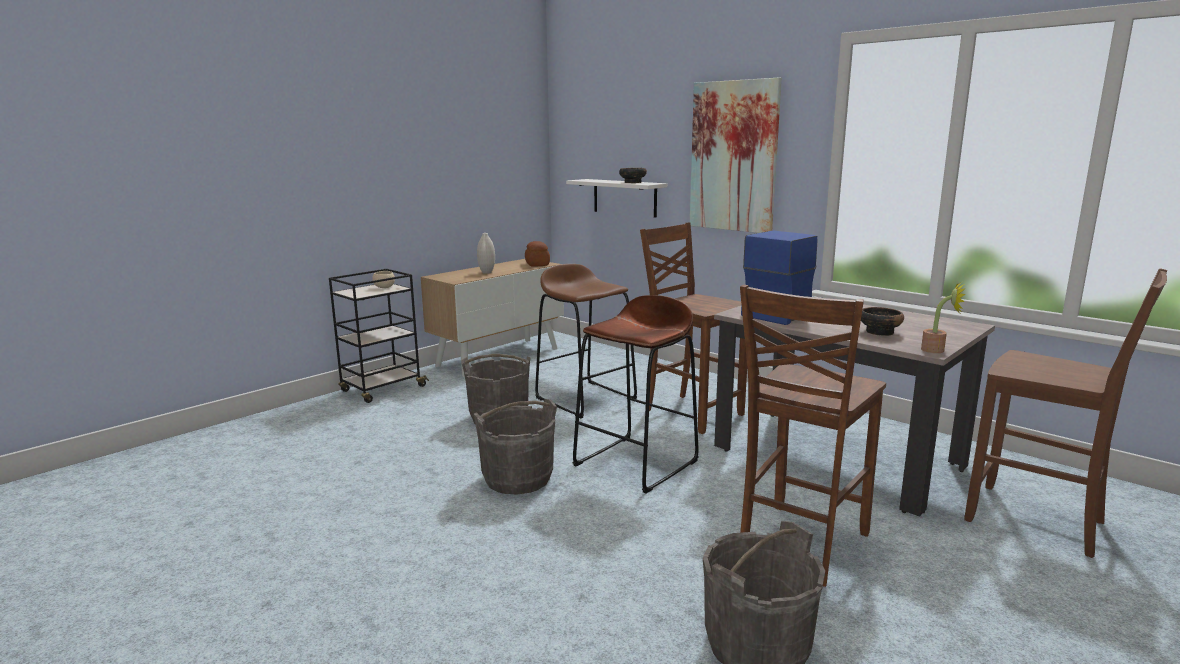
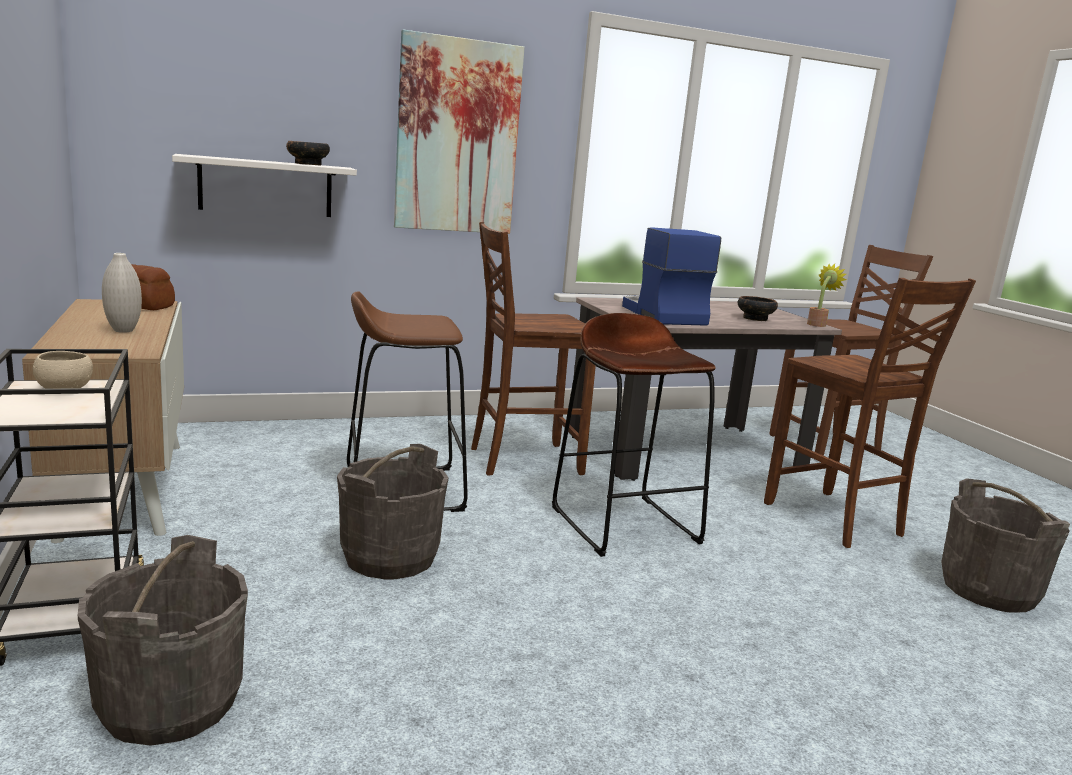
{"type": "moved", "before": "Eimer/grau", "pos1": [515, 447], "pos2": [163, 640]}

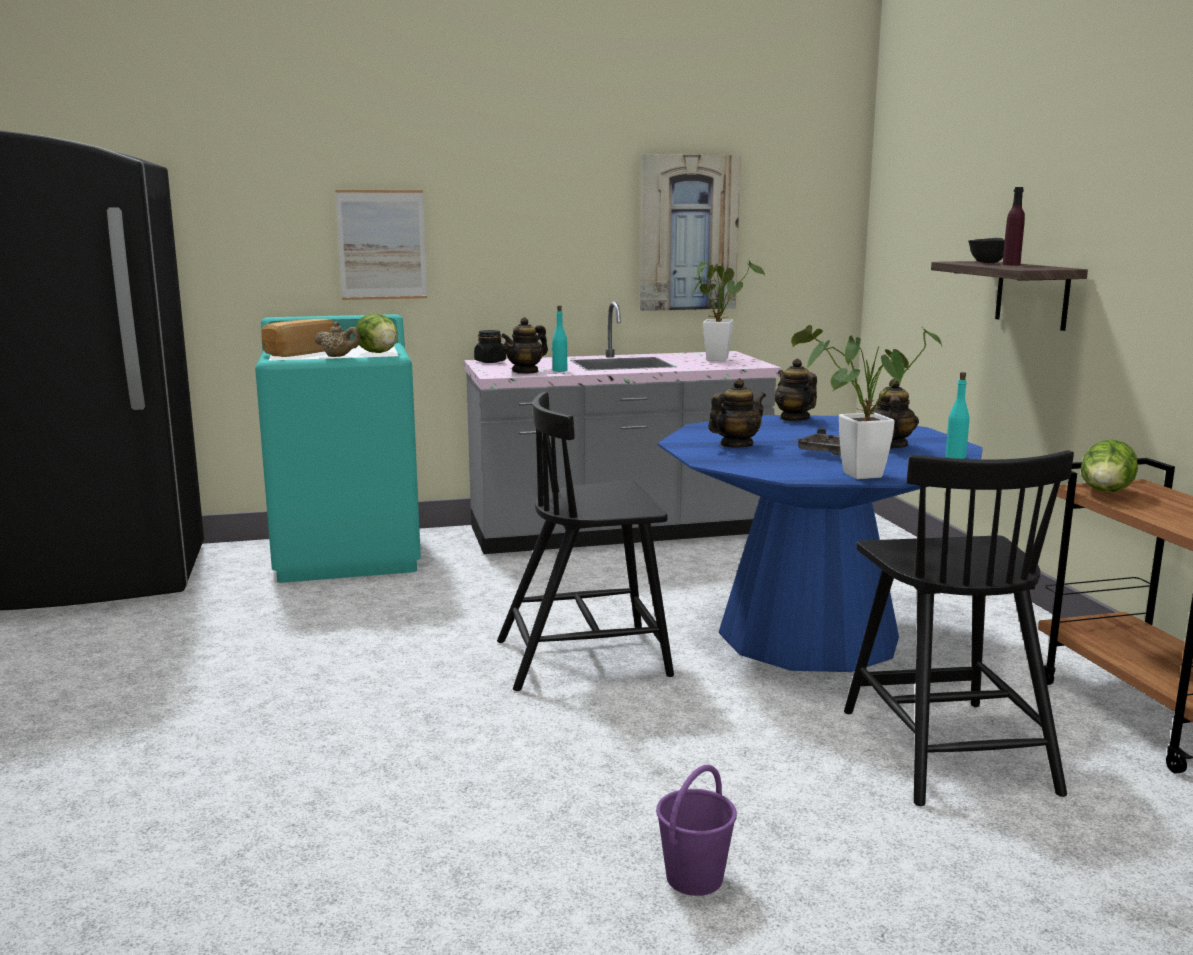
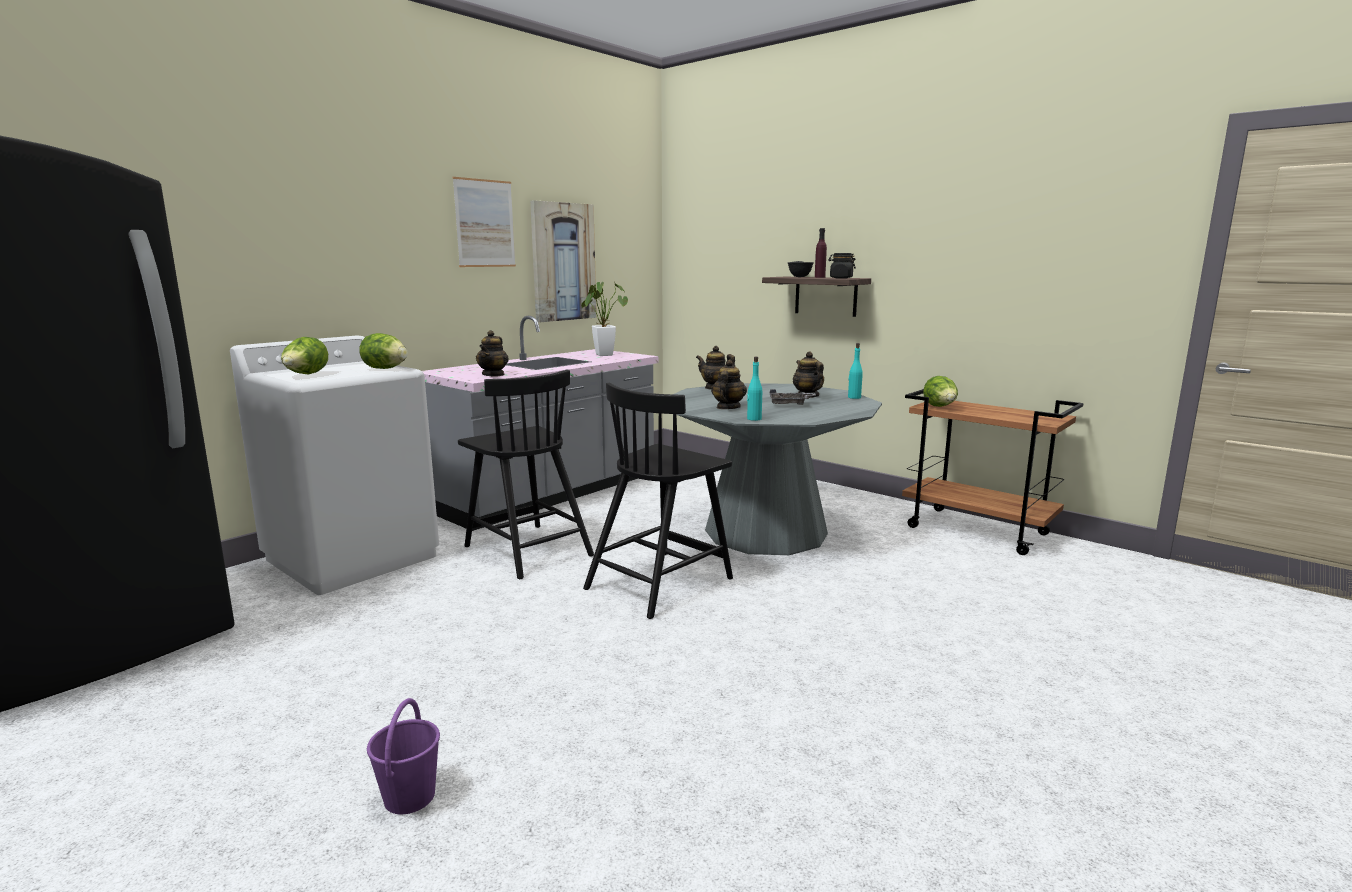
{"type": "recoloured", "before": "Waschmaschine/türkis", "after": "Waschmaschine/weiß", "pos1": [338, 448], "pos2": [334, 465]}
{"type": "replaced", "before": "Brot", "after": "Salatkopf", "pos1": [298, 338], "pos2": [304, 355]}
{"type": "moved", "before": "Eimer/lila", "pos1": [696, 830], "pos2": [403, 756]}
{"type": "moved", "before": "Bild", "pos1": [381, 245], "pos2": [484, 222]}
{"type": "moved", "before": "Stuhl/schwarz", "pos1": [959, 628], "pos2": [526, 474]}
{"type": "recoloured", "before": "Esstisch/blau", "after": "Esstisch/grau", "pos1": [820, 543], "pos2": [778, 469]}
{"type": "moved", "before": "Flasche/türkis", "pos1": [559, 338], "pos2": [754, 389]}
{"type": "moved", "before": "Vorratsglas/schwarz", "pos1": [490, 346], "pos2": [842, 265]}
{"type": "removed", "before": "Teekanne/beige", "pos1": [337, 339]}
{"type": "removed", "before": "Topfpflanze", "pos1": [867, 402]}

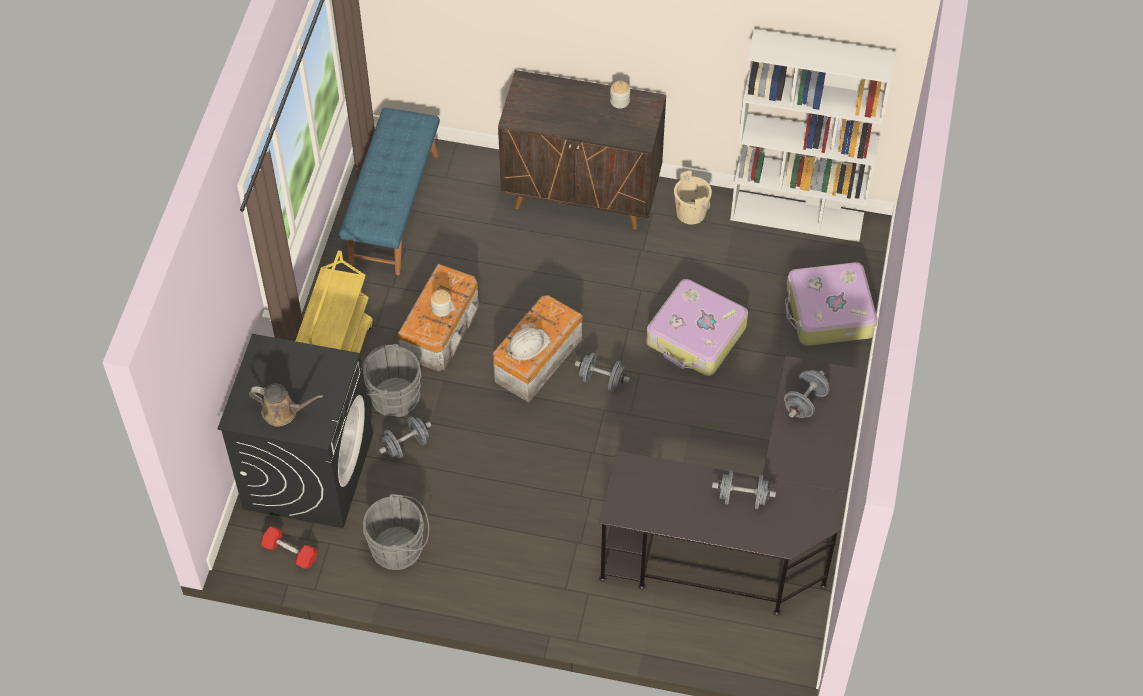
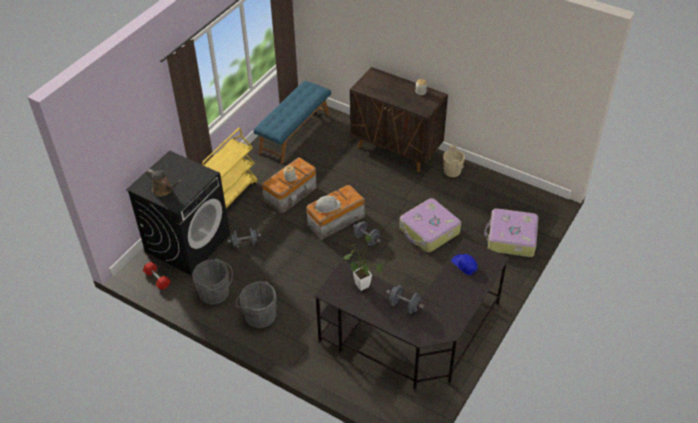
{"type": "moved", "before": "Eimer/grau", "pos1": [392, 381], "pos2": [256, 304]}
{"type": "added", "after": "Topfpflanze", "pos2": [363, 263]}
{"type": "replaced", "before": "Hantel/grau", "after": "Kappe/blau", "pos1": [807, 394], "pos2": [464, 264]}
{"type": "removed", "before": "Bücherregal/weiß", "pos1": [813, 135]}

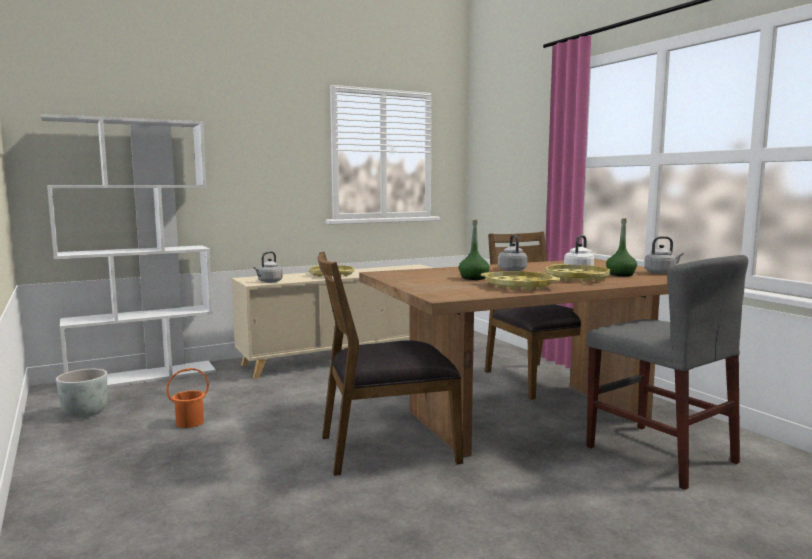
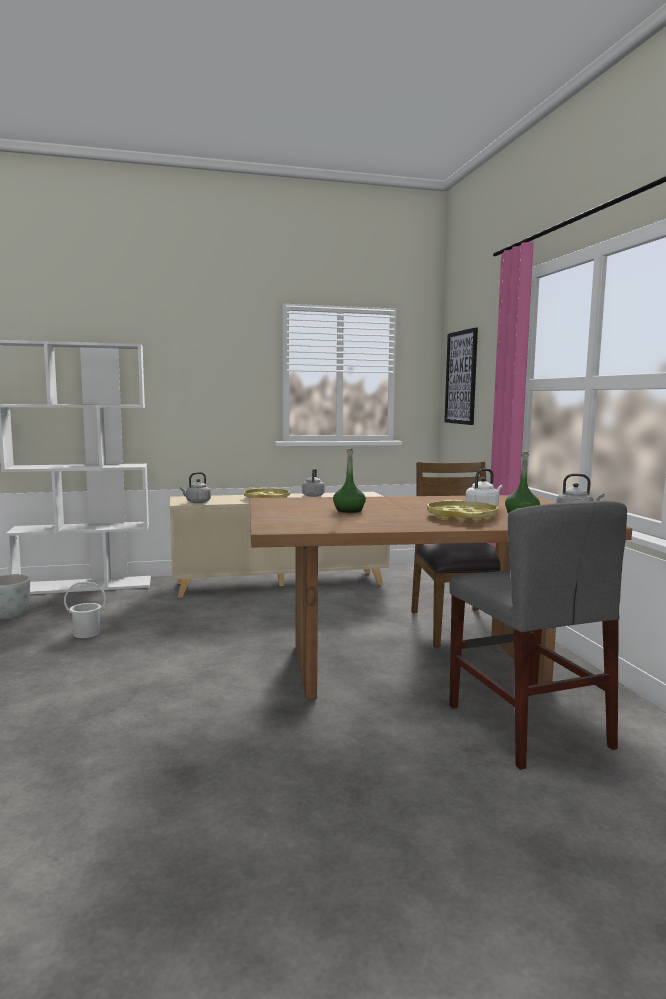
{"type": "recoloured", "before": "Eimer/orange", "after": "Eimer/weiß", "pos1": [188, 398], "pos2": [85, 609]}
{"type": "moved", "before": "Wasserkessel/grau", "pos1": [512, 253], "pos2": [313, 482]}
{"type": "added", "after": "Bild", "pos2": [461, 376]}
{"type": "removed", "before": "Stuhl/braun", "pos1": [390, 364]}
{"type": "removed", "before": "Tablett/gelb", "pos1": [521, 281]}

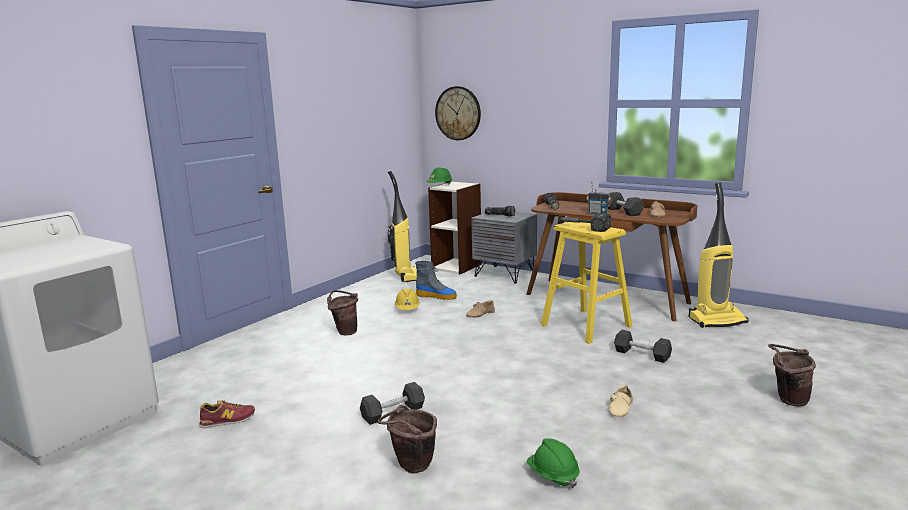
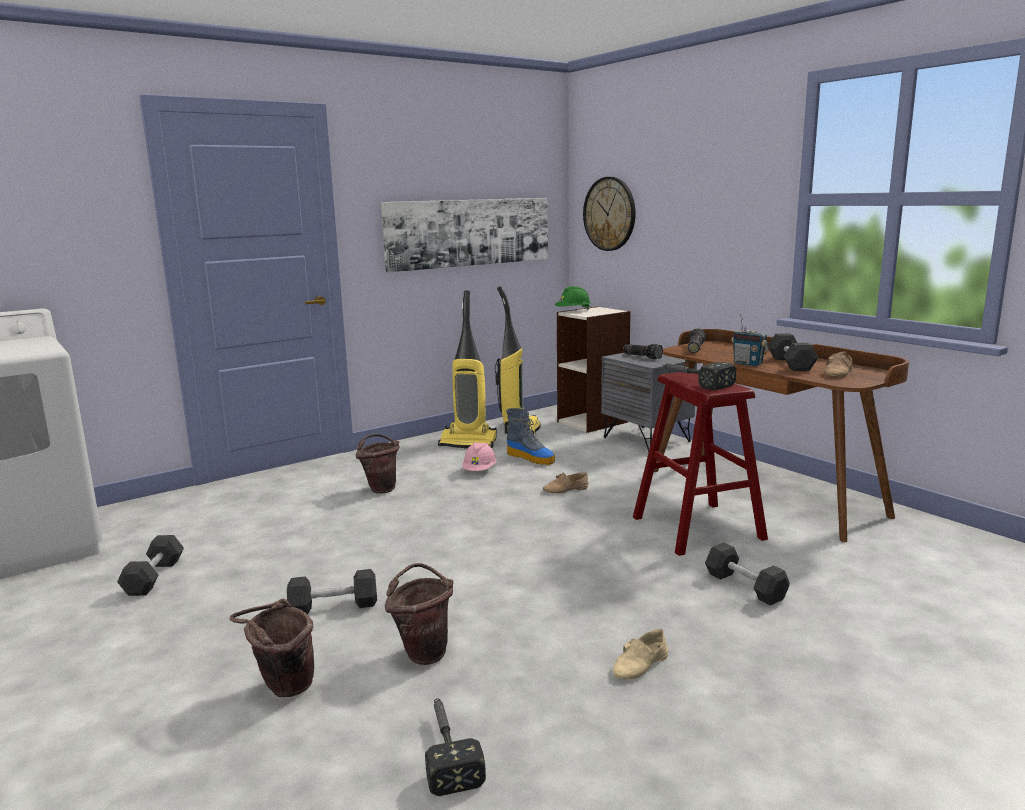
{"type": "replaced", "before": "Schuh", "after": "Hantel/schwarz", "pos1": [227, 414], "pos2": [150, 565]}
{"type": "added", "after": "Bild", "pos2": [464, 235]}
{"type": "moved", "before": "Eimer/braun", "pos1": [792, 375], "pos2": [419, 614]}
{"type": "replaced", "before": "Schutzhelm/grün", "after": "Hammer", "pos1": [553, 463], "pos2": [455, 747]}
{"type": "moved", "before": "Staubsauger", "pos1": [719, 255], "pos2": [467, 369]}
{"type": "recoloured", "before": "Schutzhelm/gelb", "after": "Schutzhelm/rosa", "pos1": [407, 299], "pos2": [479, 456]}
{"type": "recoloured", "before": "Hocker/gelb", "after": "Hocker/rot", "pos1": [586, 283], "pos2": [700, 464]}

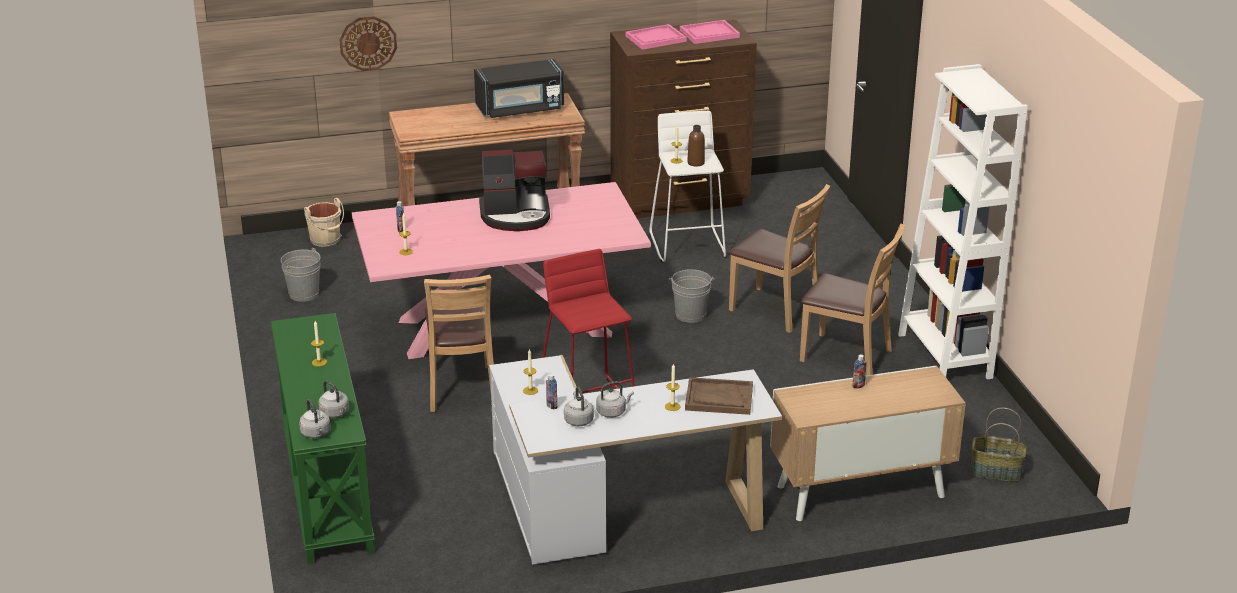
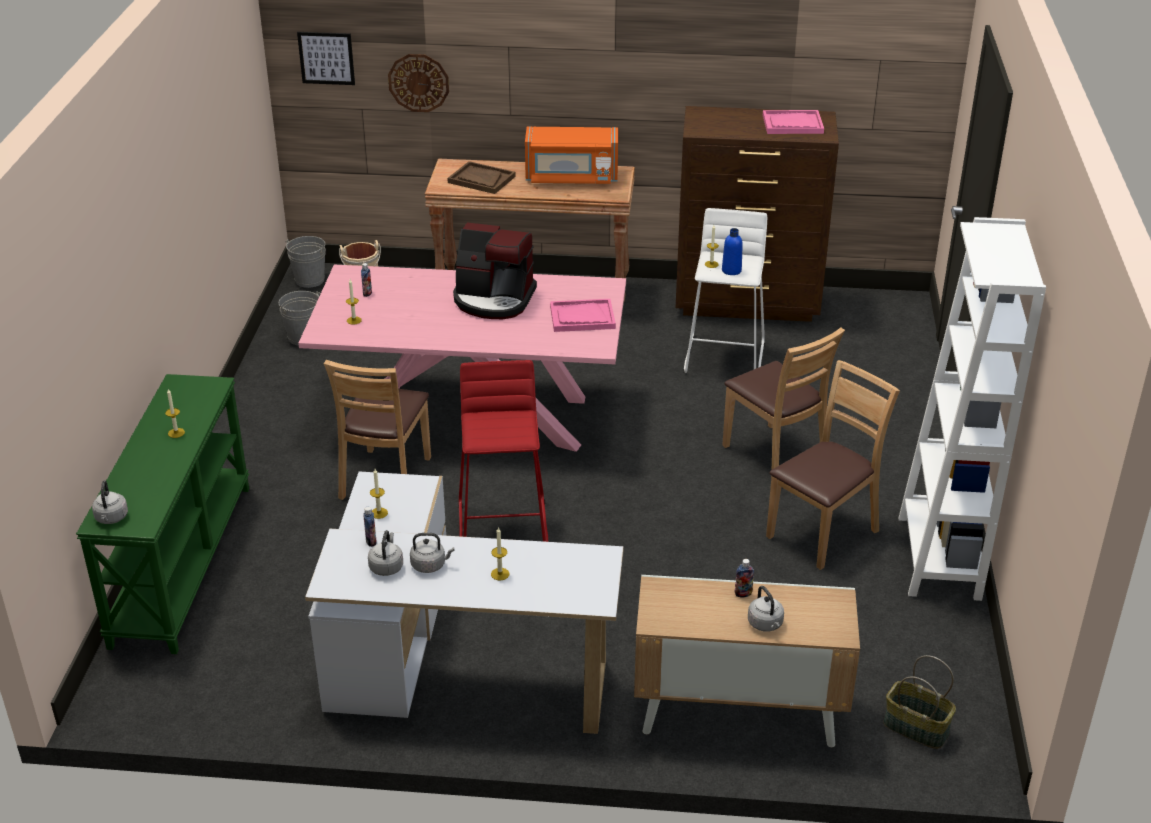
{"type": "moved", "before": "Eimer/grau", "pos1": [692, 296], "pos2": [305, 262]}
{"type": "added", "after": "Bild", "pos2": [326, 58]}
{"type": "moved", "before": "Tablett/braun", "pos1": [719, 396], "pos2": [481, 177]}
{"type": "recoloured", "before": "Mikrowelle/schwarz", "after": "Mikrowelle/orange", "pos1": [519, 88], "pos2": [571, 155]}
{"type": "moved", "before": "Tablett/rosa", "pos1": [656, 37], "pos2": [583, 315]}
{"type": "recoloured", "before": "Flasche/braun", "after": "Flasche/blau", "pos1": [696, 145], "pos2": [732, 251]}
{"type": "moved", "before": "Wasserkessel/grau", "pos1": [333, 399], "pos2": [766, 609]}
{"type": "turned", "before": "Stuhl/braun", "pos1": [852, 300], "pos2": [833, 465], "turn": -90}

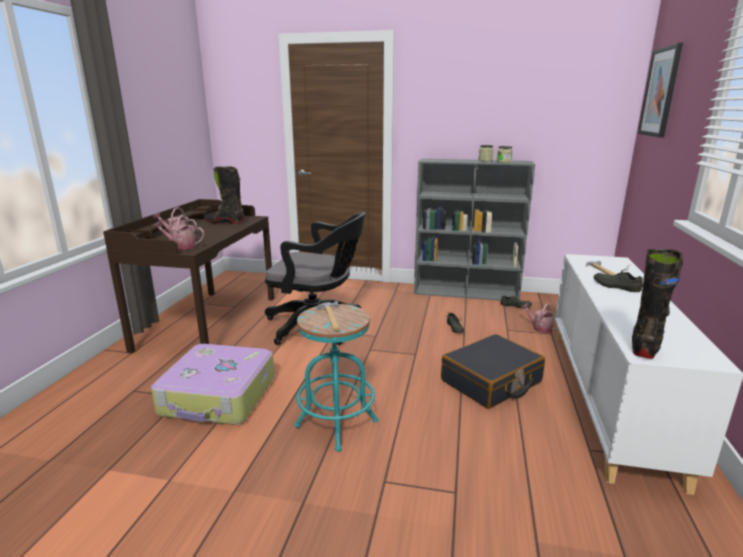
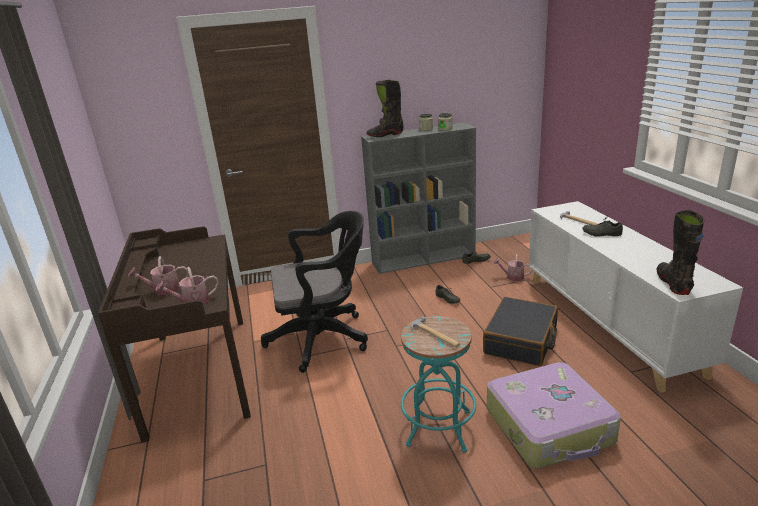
{"type": "moved", "before": "Stiefel/schwarz", "pos1": [224, 195], "pos2": [385, 108]}
{"type": "moved", "before": "Koffer", "pos1": [213, 384], "pos2": [554, 415]}
{"type": "removed", "before": "Bild", "pos1": [660, 90]}

